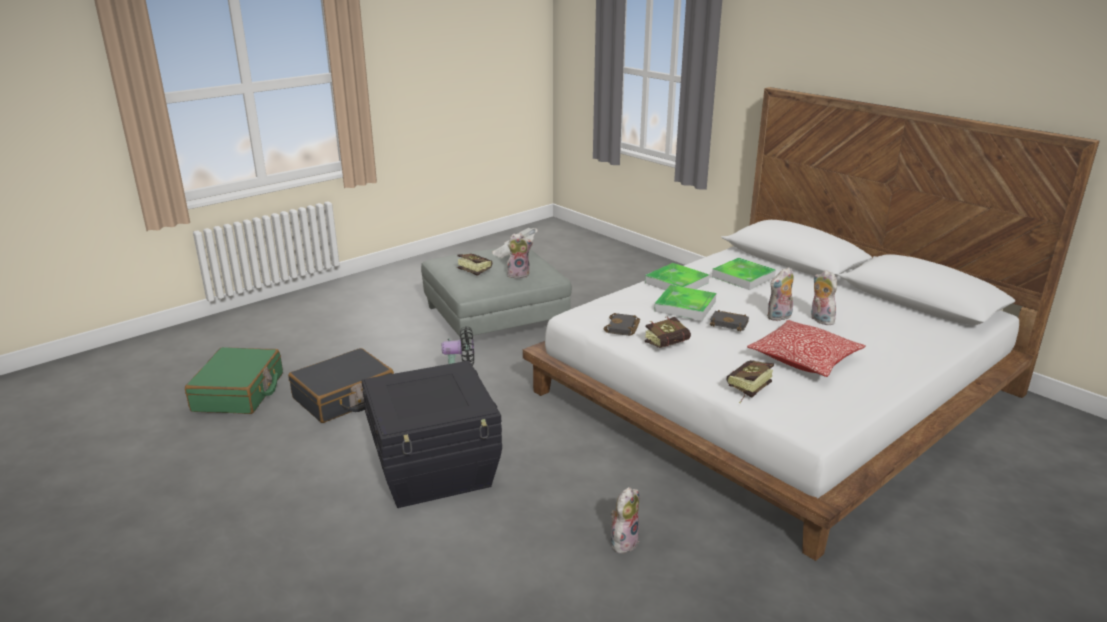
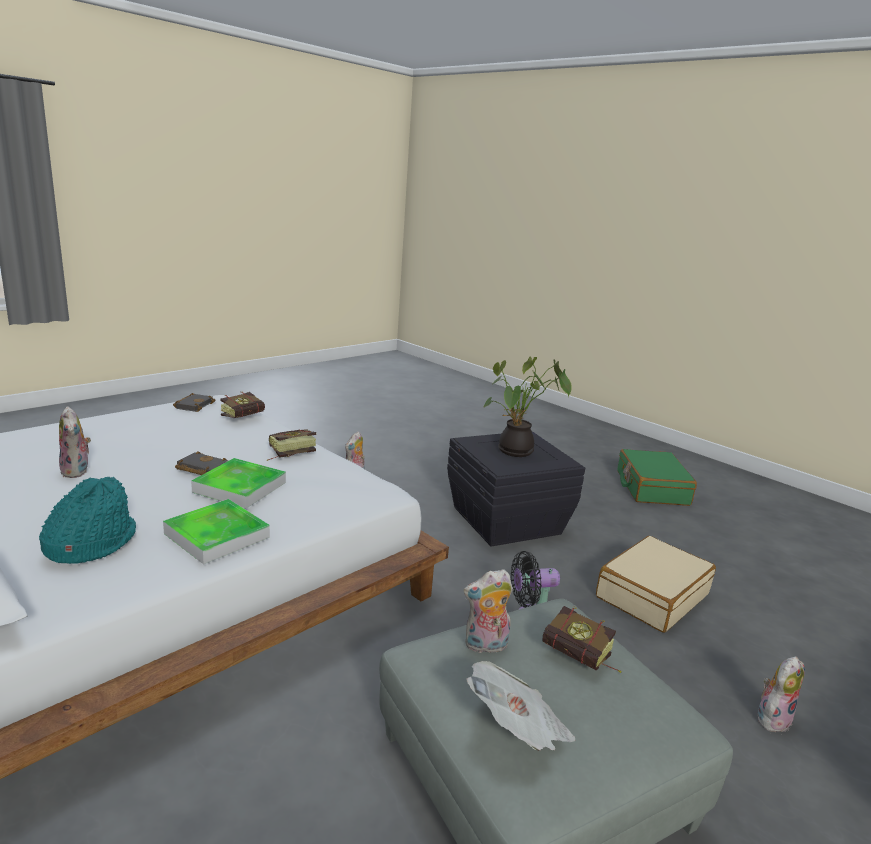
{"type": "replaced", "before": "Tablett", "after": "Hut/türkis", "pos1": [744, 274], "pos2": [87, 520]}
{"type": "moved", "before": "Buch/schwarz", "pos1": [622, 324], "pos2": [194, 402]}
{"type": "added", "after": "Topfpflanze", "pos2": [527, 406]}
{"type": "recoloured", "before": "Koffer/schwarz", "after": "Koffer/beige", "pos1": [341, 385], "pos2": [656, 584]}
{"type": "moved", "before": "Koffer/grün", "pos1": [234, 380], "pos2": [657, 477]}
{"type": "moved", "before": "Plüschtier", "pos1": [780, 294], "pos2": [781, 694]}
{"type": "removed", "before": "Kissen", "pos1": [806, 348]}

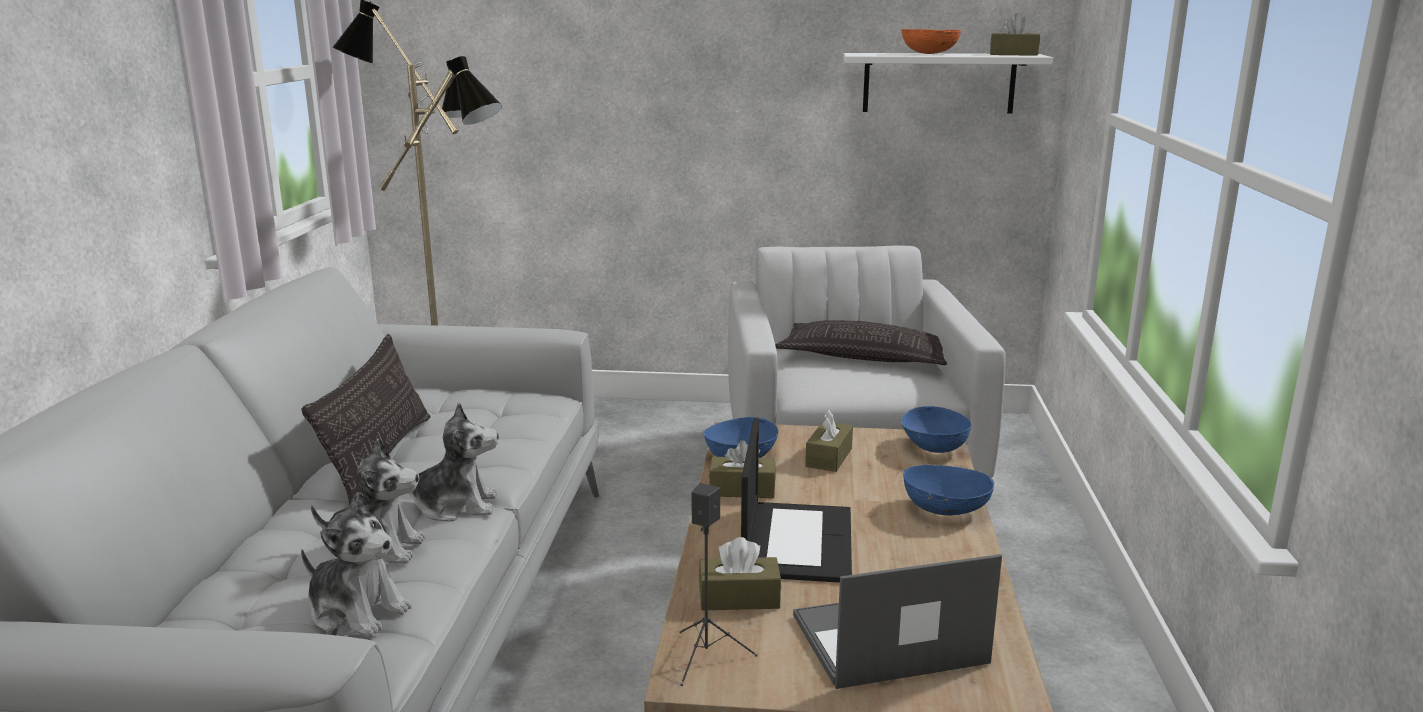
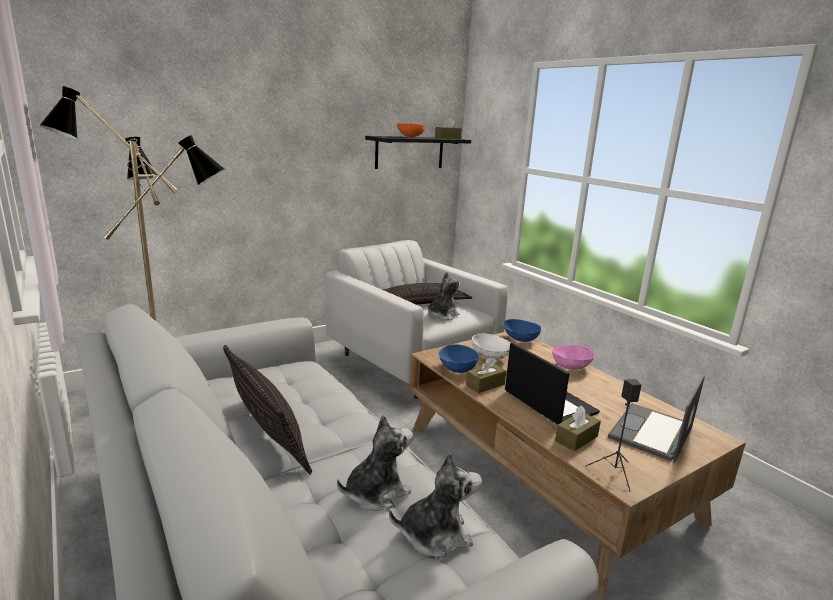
{"type": "recoloured", "before": "Wandregal/weiß", "after": "Wandregal/schwarz", "pos1": [948, 83], "pos2": [418, 152]}
{"type": "moved", "before": "Plüschtier", "pos1": [454, 462], "pos2": [443, 296]}
{"type": "replaced", "before": "Taschentuchbox/braun", "after": "Schüssel/weiß", "pos1": [829, 440], "pos2": [491, 346]}
{"type": "recoloured", "before": "Schüssel/blau", "after": "Schüssel/rosa", "pos1": [948, 490], "pos2": [573, 357]}

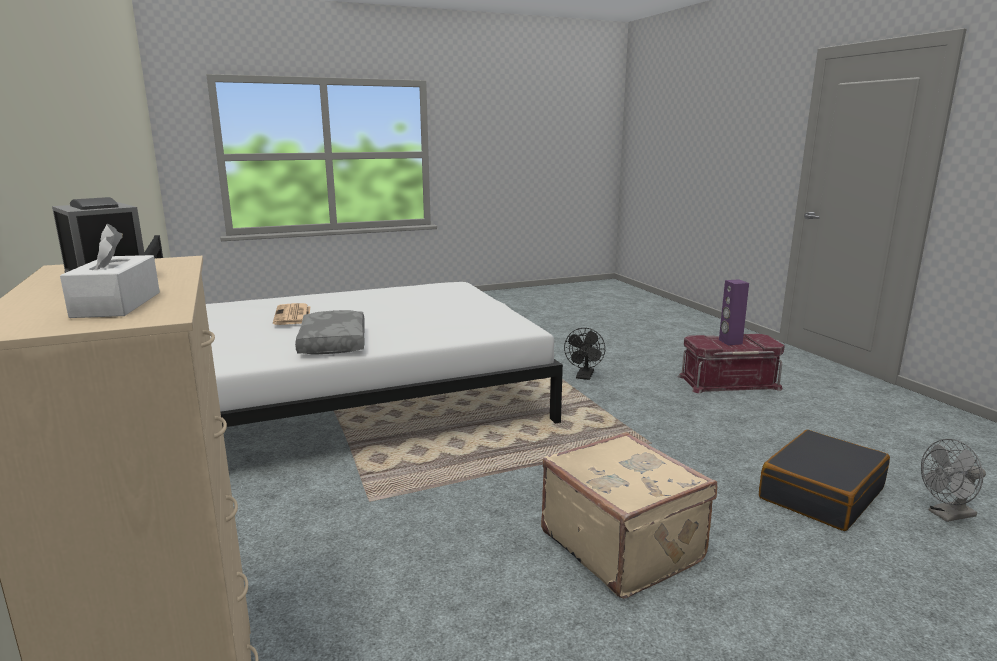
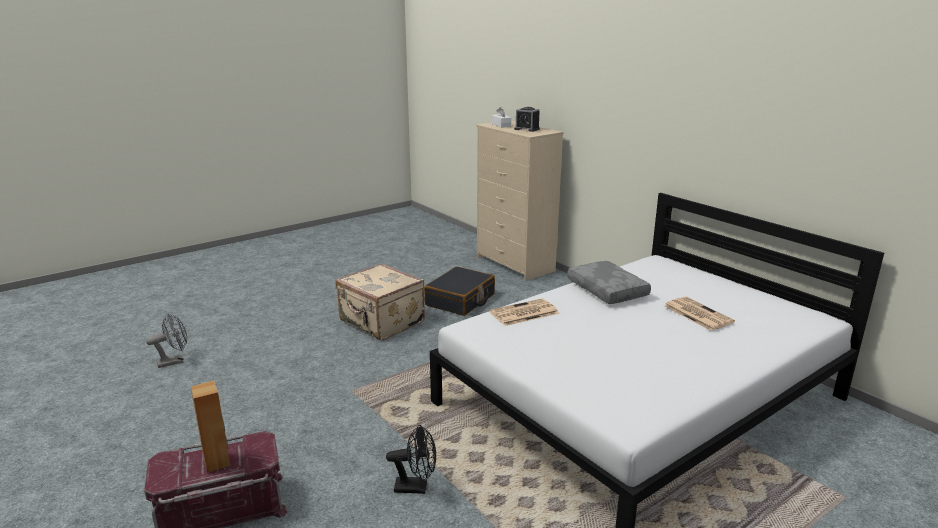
{"type": "recoloured", "before": "Lautsprecher/lila", "after": "Lautsprecher/braun", "pos1": [734, 312], "pos2": [210, 427]}
{"type": "turned", "before": "Ventilator/schwarz", "pos1": [584, 354], "pos2": [411, 459], "turn": 90}
{"type": "moved", "before": "Koffer/schwarz", "pos1": [824, 480], "pos2": [459, 291]}
{"type": "added", "after": "Zeitung", "pos2": [524, 312]}

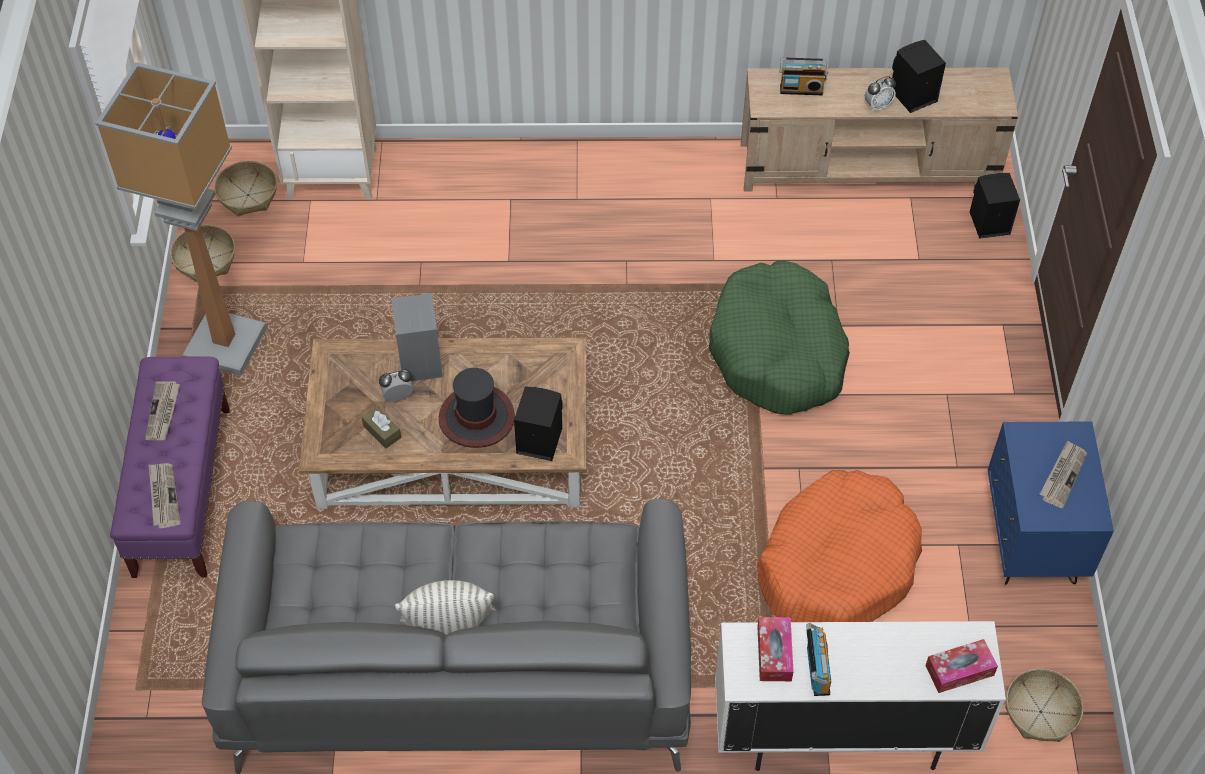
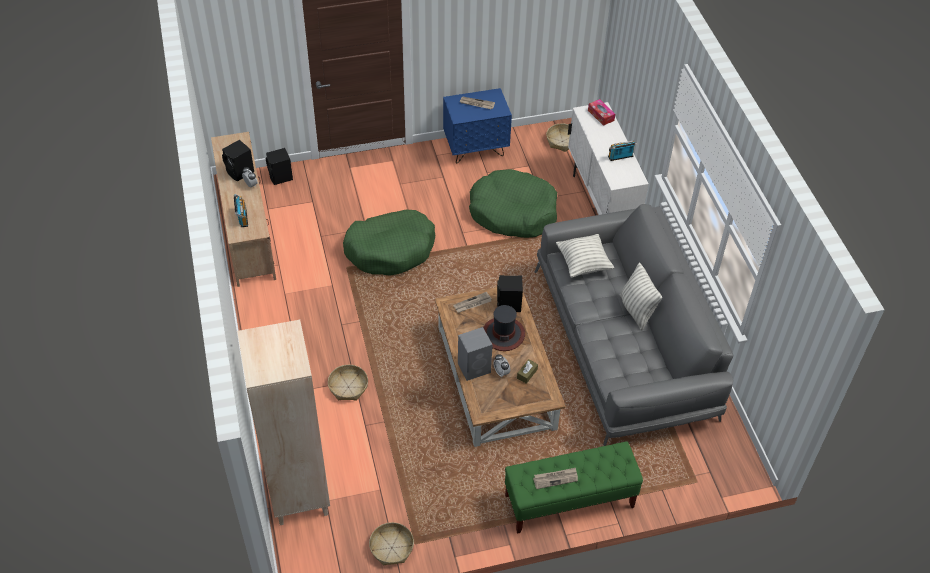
{"type": "moved", "before": "Korb", "pos1": [245, 188], "pos2": [348, 382]}
{"type": "moved", "before": "Zeitung", "pos1": [165, 495], "pos2": [472, 302]}
{"type": "recoloured", "before": "Hundebett/orange", "after": "Hundebett/grün", "pos1": [839, 546], "pos2": [513, 203]}
{"type": "recoloured", "before": "Bank/lila", "after": "Bank/grün", "pos1": [170, 467], "pos2": [574, 487]}
{"type": "added", "after": "Kissen", "pos2": [585, 256]}
{"type": "removed", "before": "Stehlampe", "pos1": [181, 219]}
{"type": "removed", "before": "Taschentuchbox", "pos1": [776, 649]}

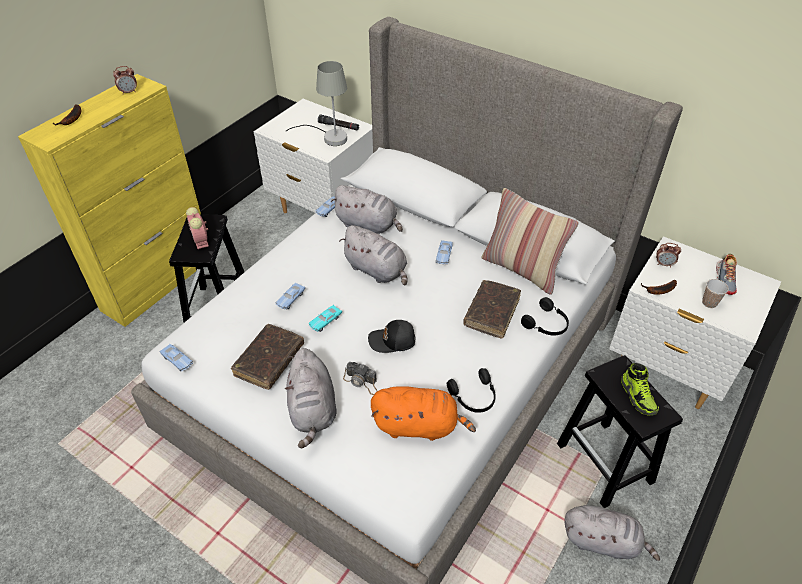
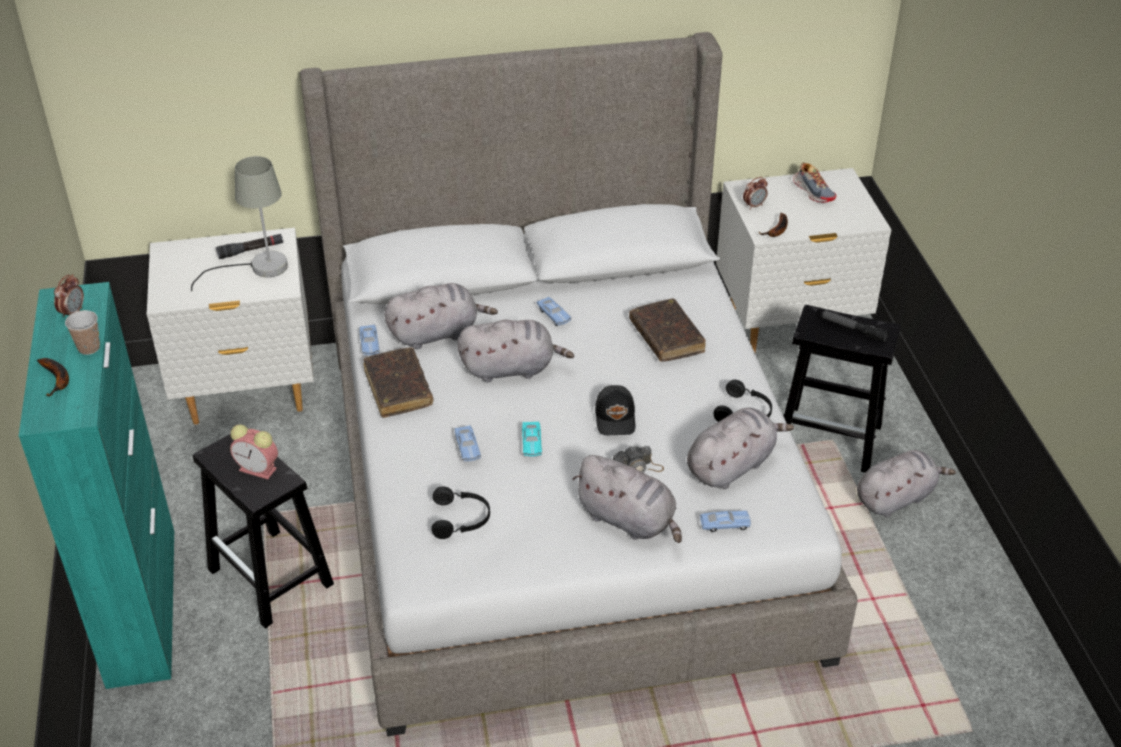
{"type": "recoloured", "before": "Schrank/gelb", "after": "Schrank/türkis", "pos1": [109, 200], "pos2": [96, 485]}
{"type": "moved", "before": "Tasse", "pos1": [715, 293], "pos2": [82, 332]}
{"type": "moved", "before": "Buch/braun", "pos1": [267, 357], "pos2": [398, 382]}
{"type": "moved", "before": "Kopfhörer/schwarz", "pos1": [545, 316], "pos2": [461, 512]}
{"type": "turned", "before": "Kappe/schwarz", "pos1": [391, 336], "pos2": [615, 410], "turn": -45}
{"type": "recoloured", "before": "Plüschtier/orange", "after": "Plüschtier/grau", "pos1": [423, 414], "pos2": [740, 448]}
{"type": "moved", "before": "Spielzeugauto/blau", "pos1": [176, 357], "pos2": [725, 521]}
{"type": "replaced", "before": "Schuh", "after": "Taschenlampe", "pos1": [640, 389], "pos2": [855, 326]}
{"type": "removed", "before": "Kissen", "pos1": [530, 241]}

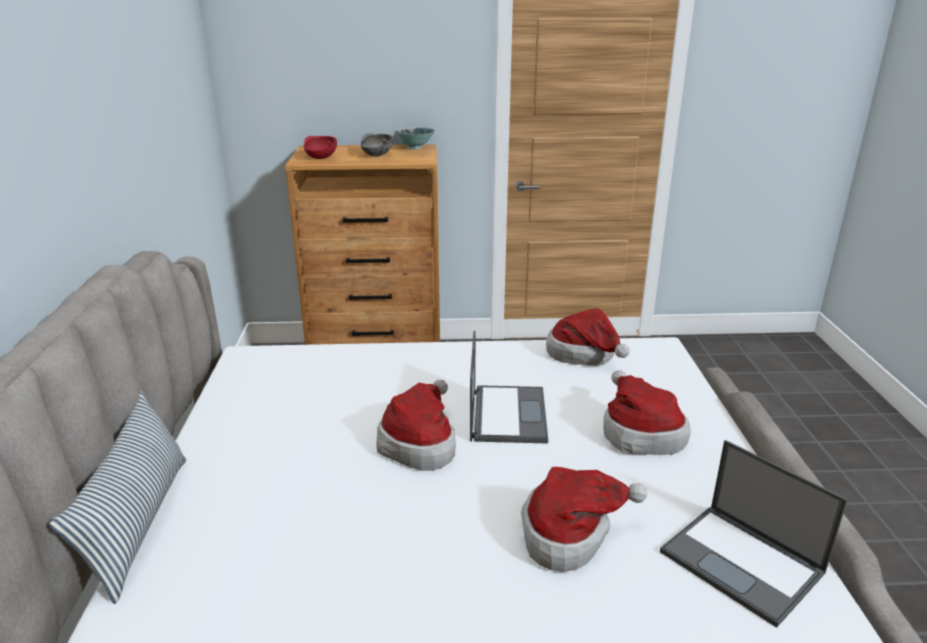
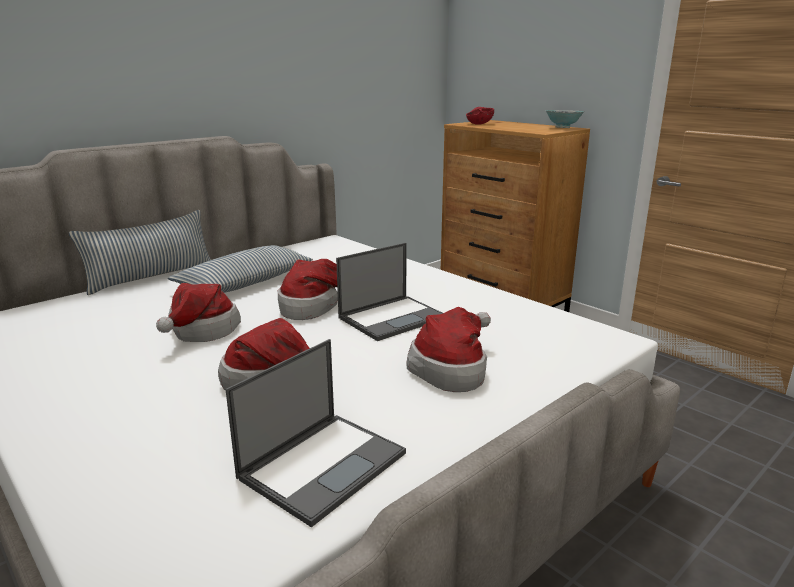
{"type": "moved", "before": "Hut", "pos1": [587, 337], "pos2": [198, 312]}
{"type": "added", "after": "Kissen", "pos2": [240, 269]}
{"type": "turned", "before": "Laptop", "pos1": [754, 534], "pos2": [315, 433], "turn": -150}
{"type": "removed", "before": "Schüssel/grau", "pos1": [376, 144]}

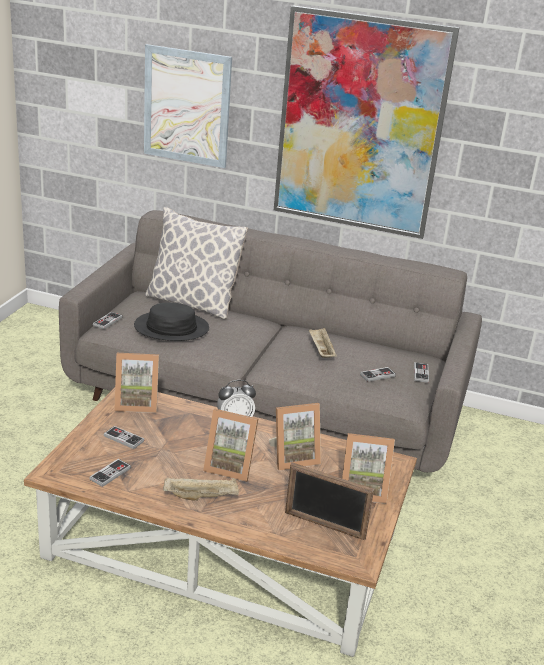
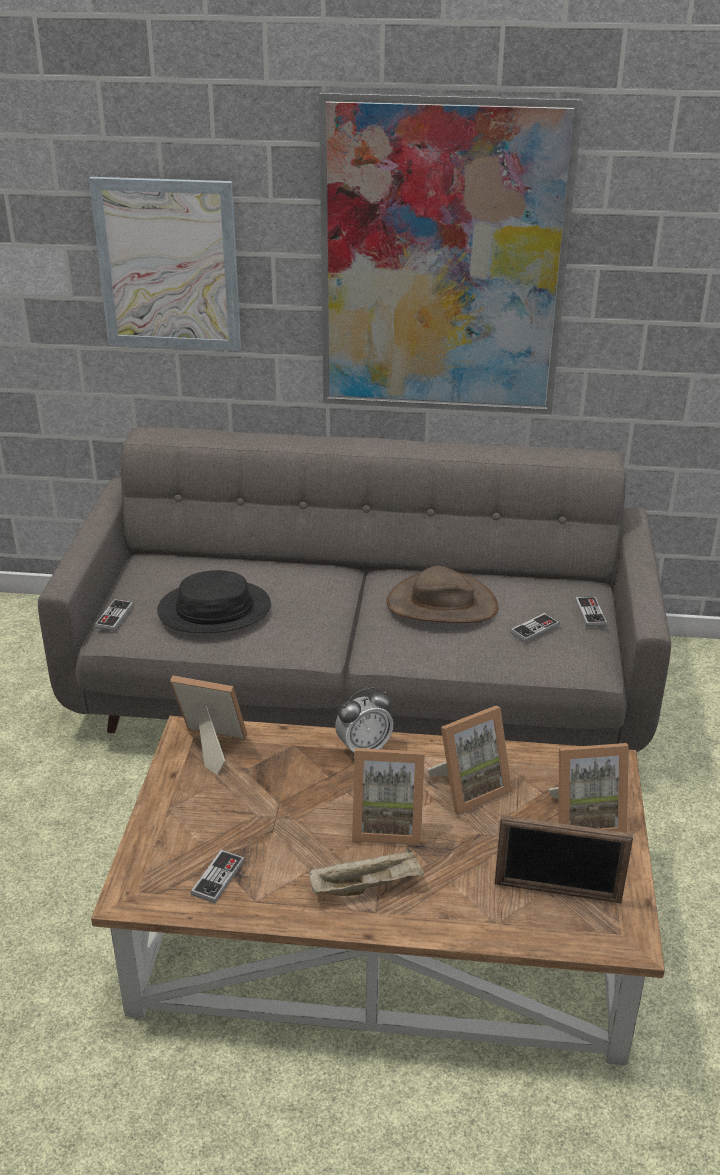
{"type": "turned", "before": "Bilderrahmen", "pos1": [136, 383], "pos2": [208, 725], "turn": -150}
{"type": "replaced", "before": "Tablett/beige", "after": "Hut/braun", "pos1": [323, 343], "pos2": [442, 594]}
{"type": "removed", "before": "Gamepad", "pos1": [124, 437]}
{"type": "removed", "before": "Kissen", "pos1": [196, 263]}

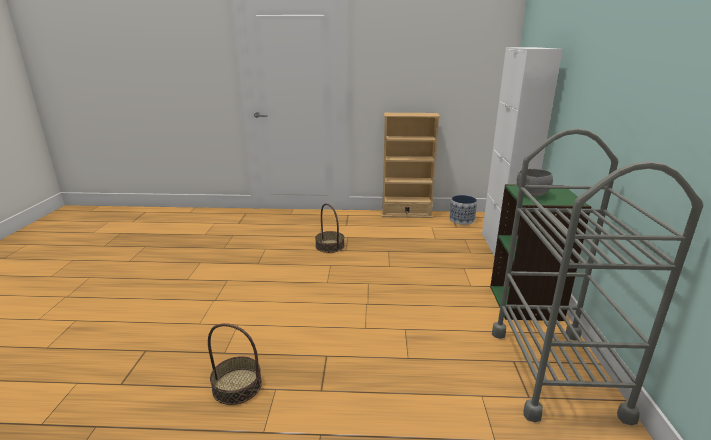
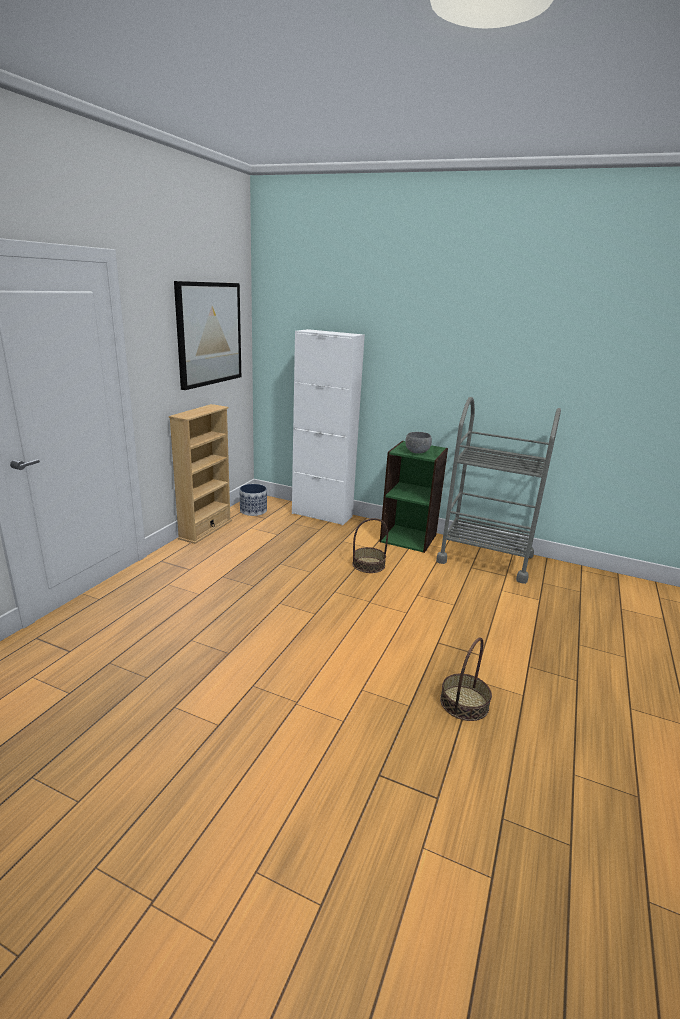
{"type": "added", "after": "Bild", "pos2": [207, 335]}
{"type": "moved", "before": "Korb", "pos1": [330, 228], "pos2": [370, 545]}

